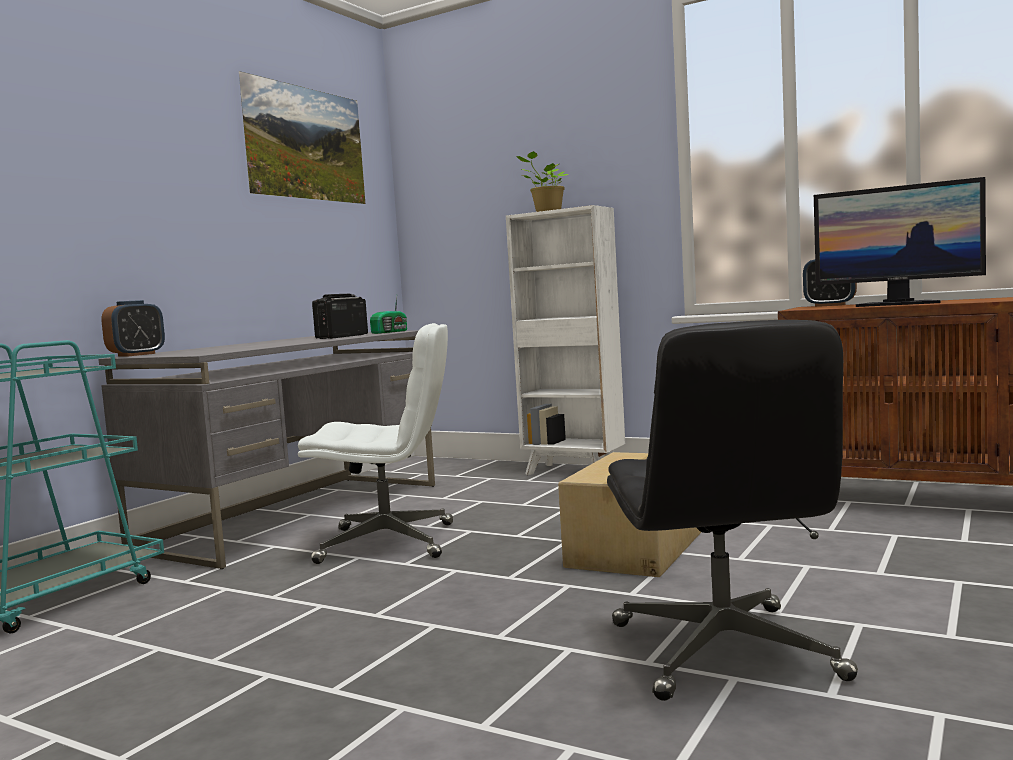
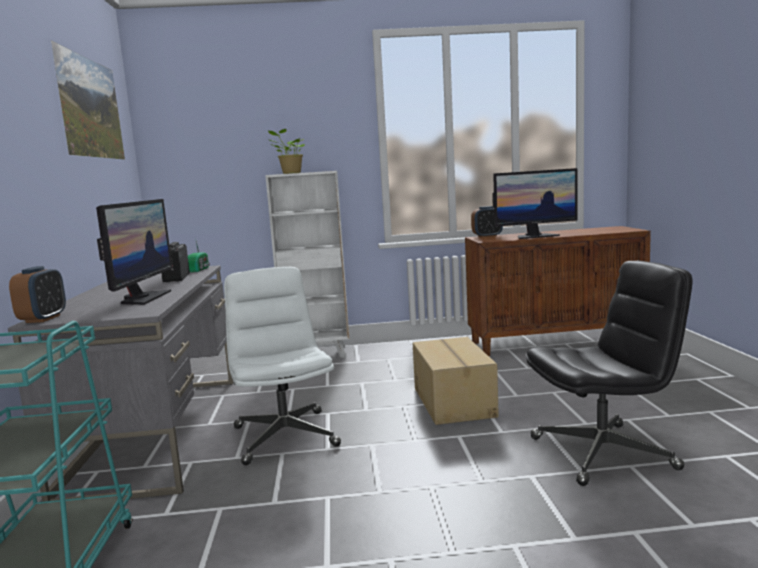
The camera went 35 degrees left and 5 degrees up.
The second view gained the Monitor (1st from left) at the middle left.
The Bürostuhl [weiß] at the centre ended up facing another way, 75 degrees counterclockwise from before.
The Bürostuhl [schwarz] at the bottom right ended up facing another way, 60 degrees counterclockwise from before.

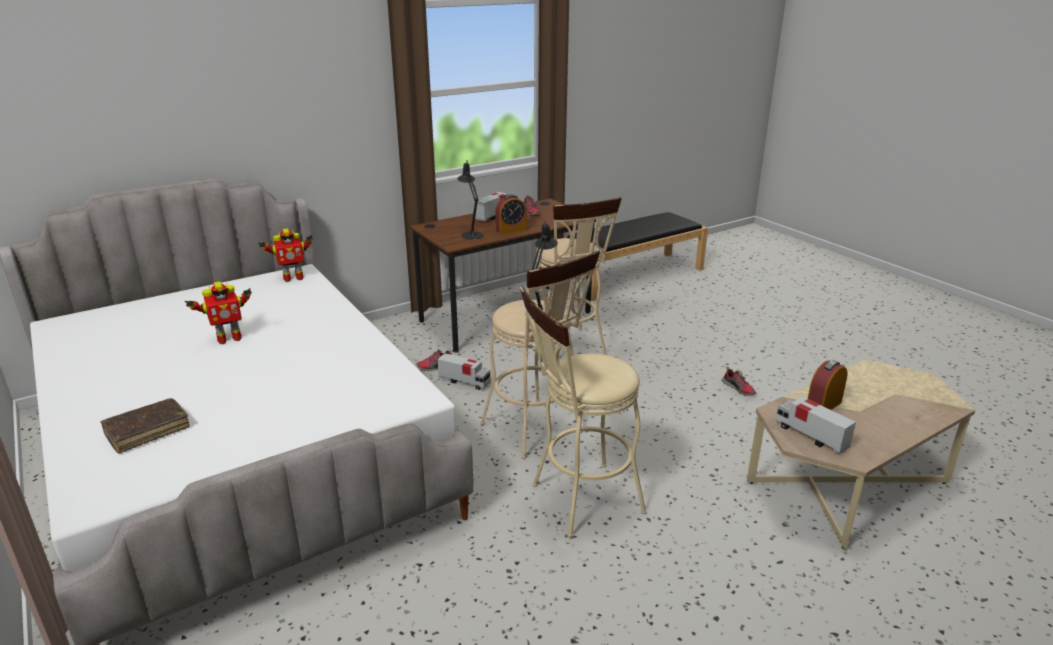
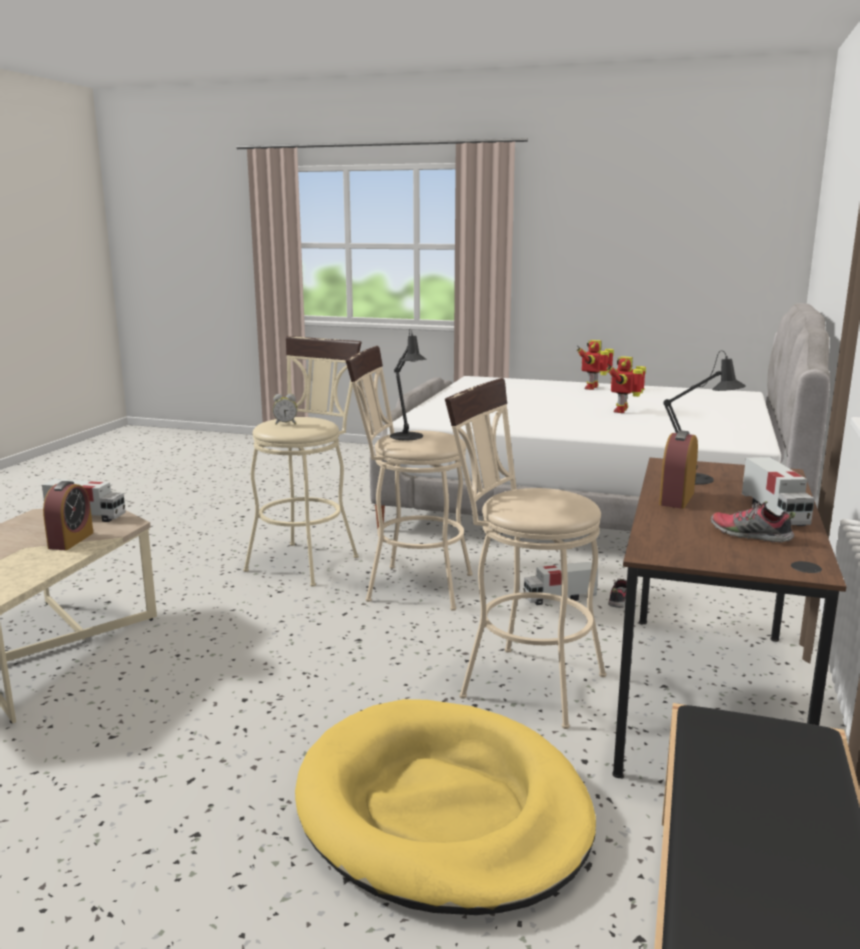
The camera went 140 degrees right and 10 degrees down.
The second view lost the Buch [braun] at the middle left.
The second view lost the Schuh (3rd from left) at the middle right.
The second view gained the Wecker (2nd from left) at the middle left.
The second view gained the Hundebett [gelb] at the bottom centre.
The Spielzeugroboter (2nd from left in the first image) ended up elsewhere, having gone from the middle left to the middle right.

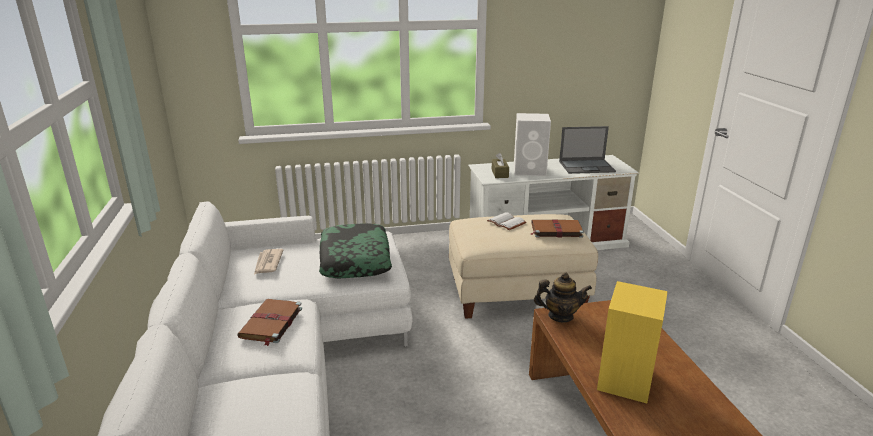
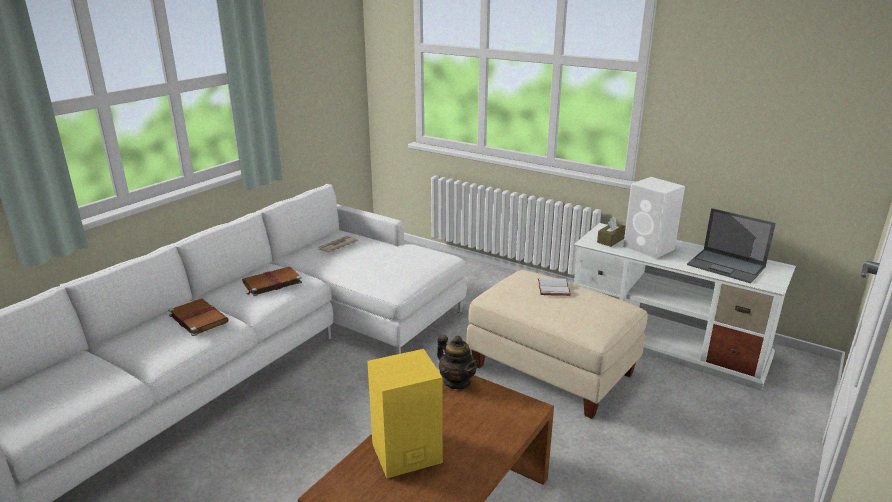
The camera went 45 degrees right and 0 degrees up.
The second view lost the Kissen at the centre.
The Buch [braun] (2nd from left in the first image) ended up elsewhere, having gone from the centre to the middle left.

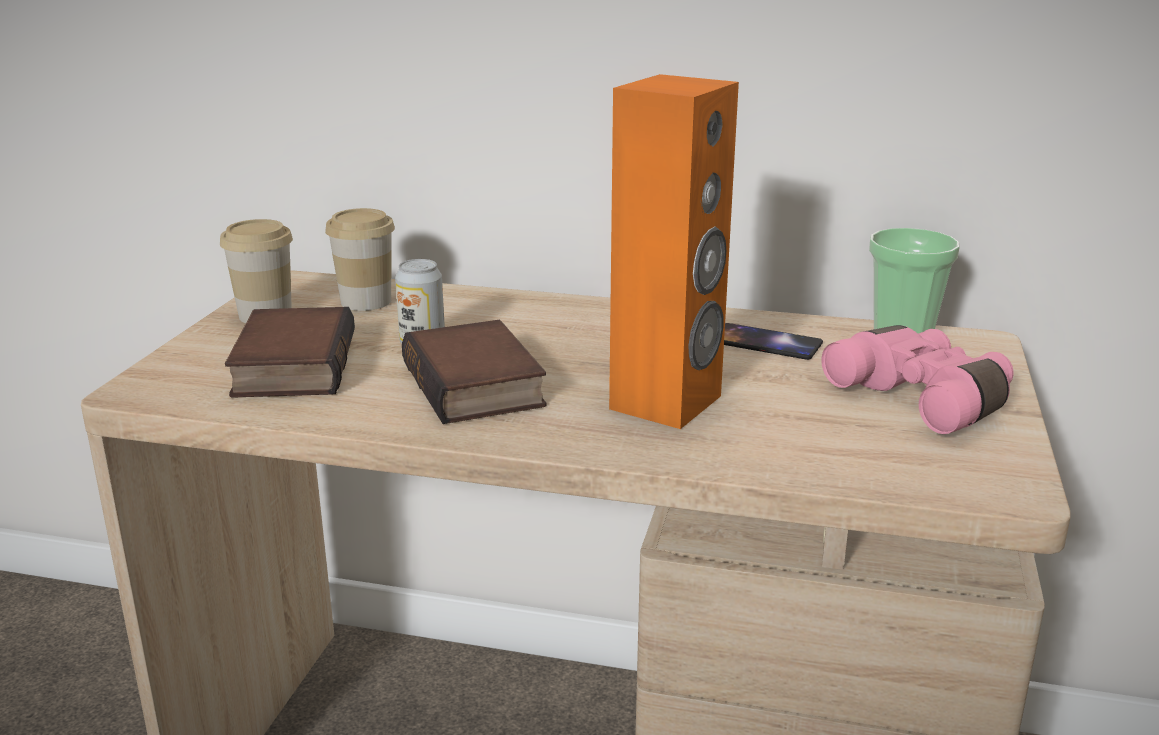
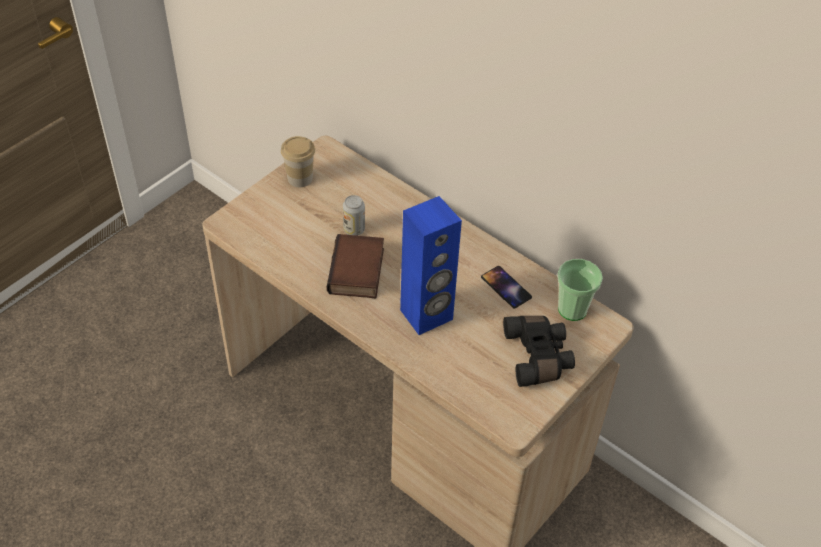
The camera went 25 degrees right and 25 degrees up.
The second view lost the Buch (1st from left) at the middle left.
The second view lost the Tasse (2nd from left) at the middle left.
What was the Lautsprecher [orange] at the centre turned into the Lautsprecher [blau] at the centre.
What was the Fernglas [rosa] at the middle right turned into the Fernglas [schwarz] at the centre.

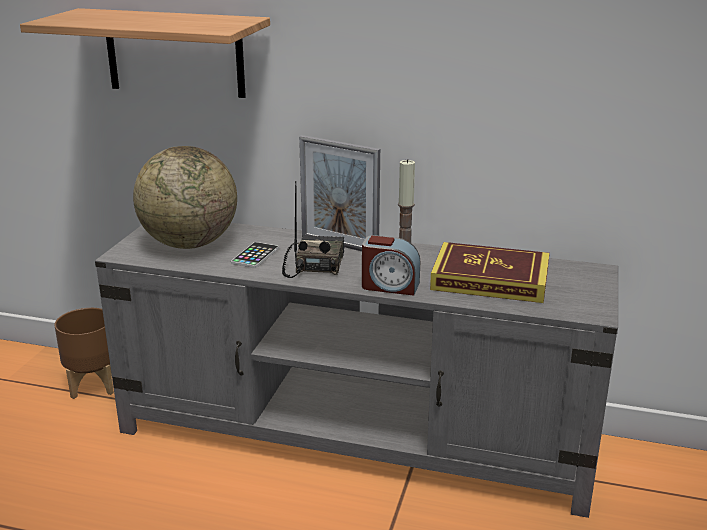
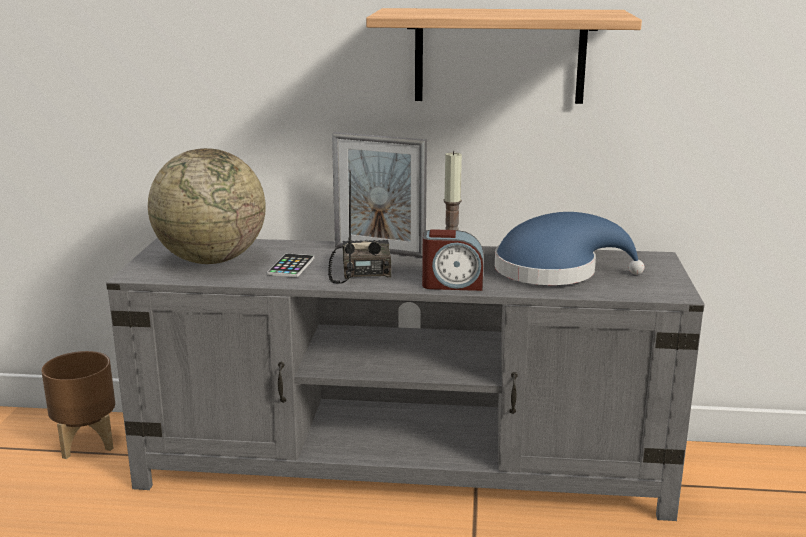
The camera went 10 degrees left and 5 degrees down.
The Wandregal ended up elsewhere, having gone from the top left to the top centre.
Where the Buch stood at the middle right, the Hut [blau] came to stand at the middle right.

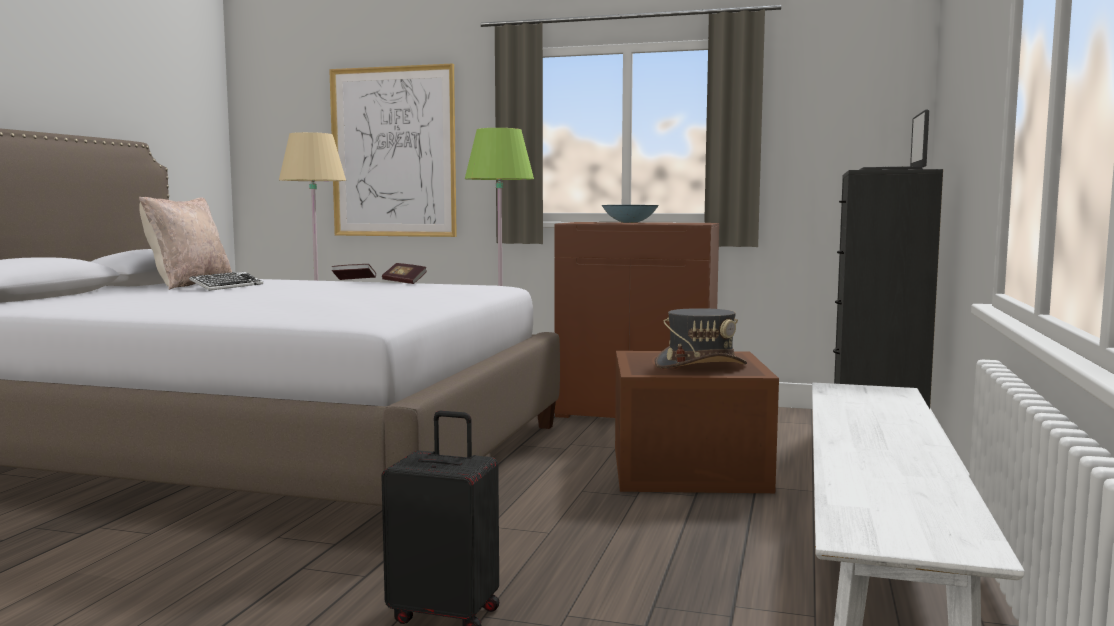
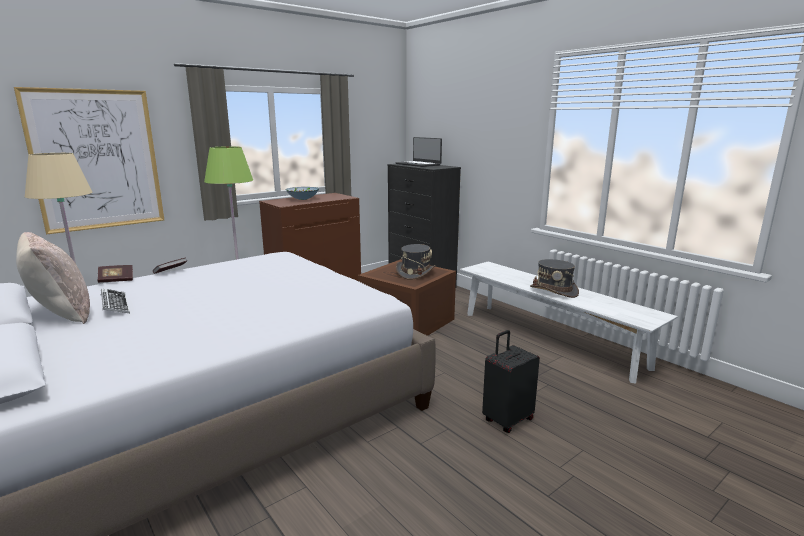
The camera went 55 degrees left and 10 degrees up.
The second view gained the Hut [grau] (2nd from left) at the middle right.
The Buch (2nd from left in the first image) ended up elsewhere, having gone from the centre to the middle left.

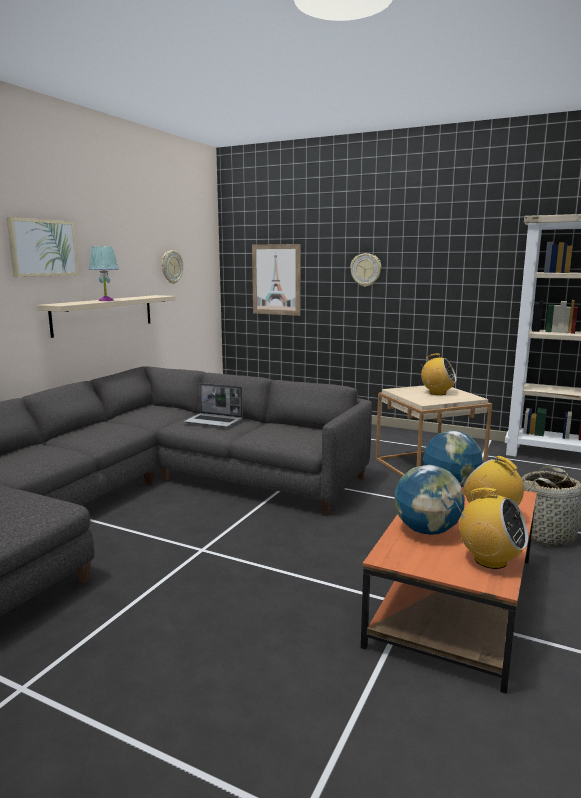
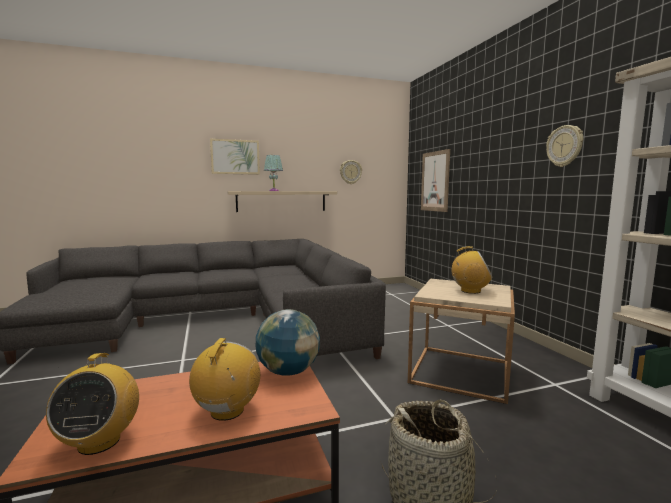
The camera went 45 degrees right and 5 degrees down.
The second view lost the Laptop at the centre.
The second view lost the Globus (1st from left) at the middle right.
The Wanduhr (2nd from left) ended up elsewhere, having gone from the centre to the top right.
The Radio (1st from left in the first image) at the middle right ended up facing another way, 60 degrees counterclockwise from before.

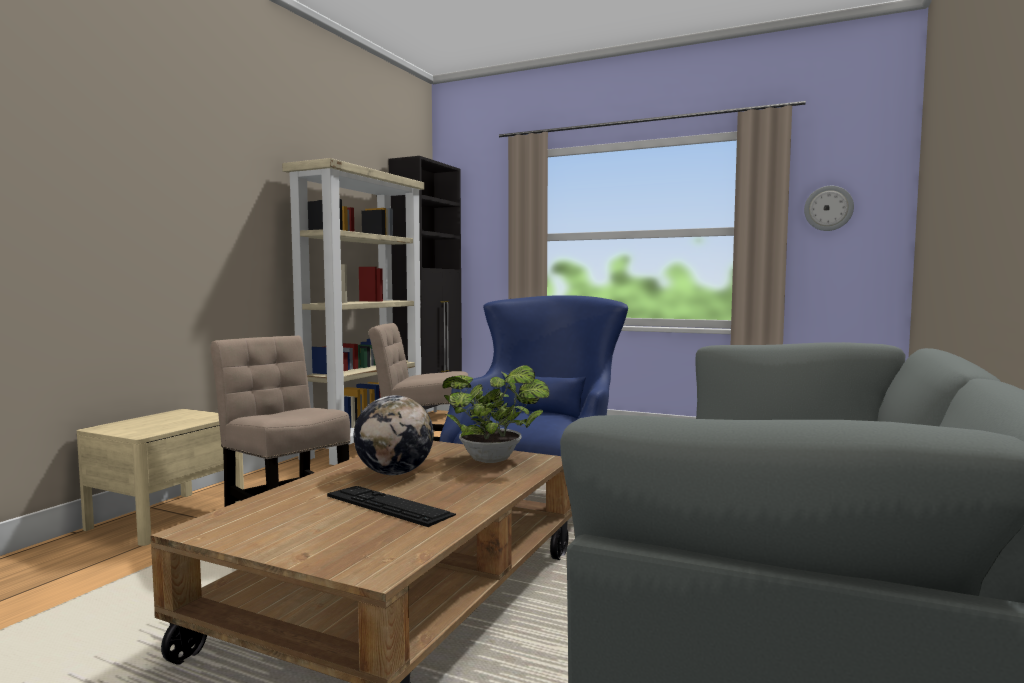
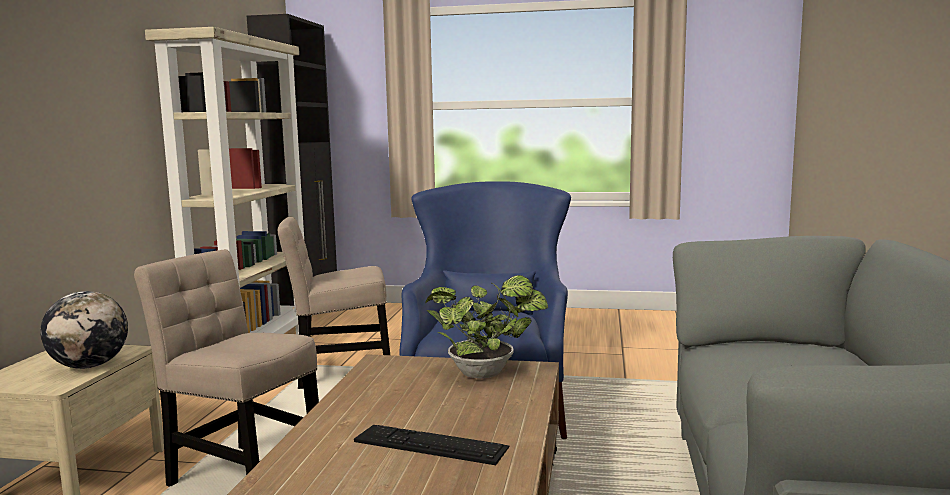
The camera went 15 degrees left and 5 degrees up.
The second view lost the Wanduhr at the top right.
The Globus ended up elsewhere, having gone from the centre to the bottom left.

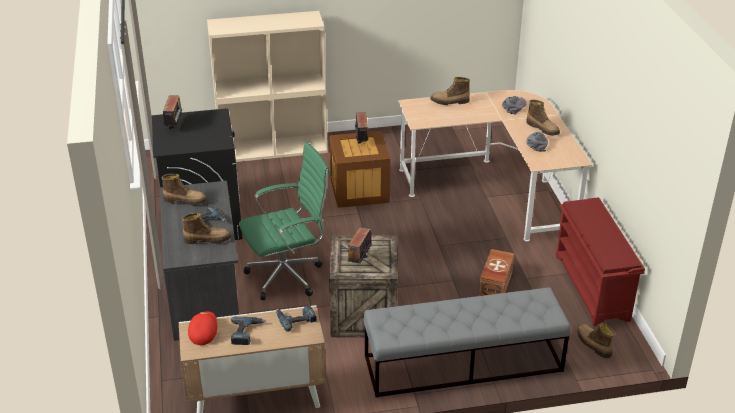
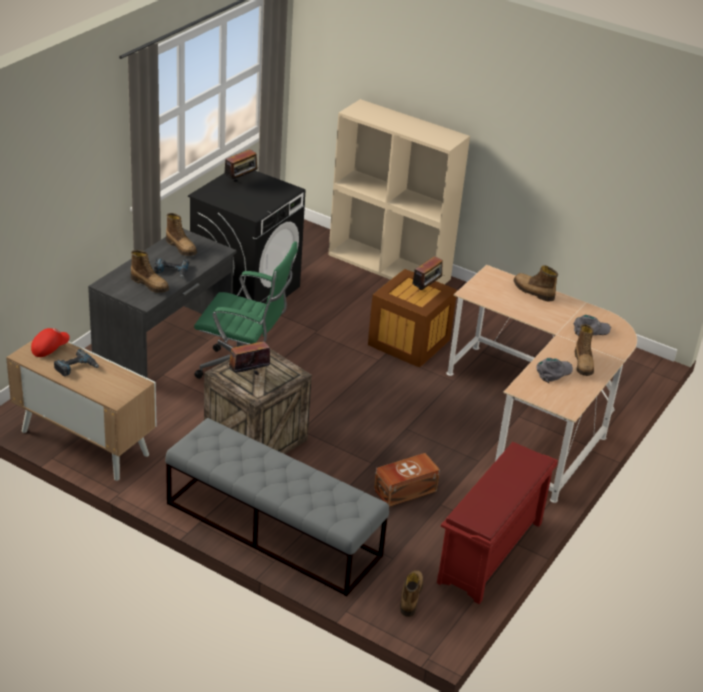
The camera went 40 degrees right and 0 degrees up.
The second view lost the Bohrmaschine (3rd from left) at the bottom centre.

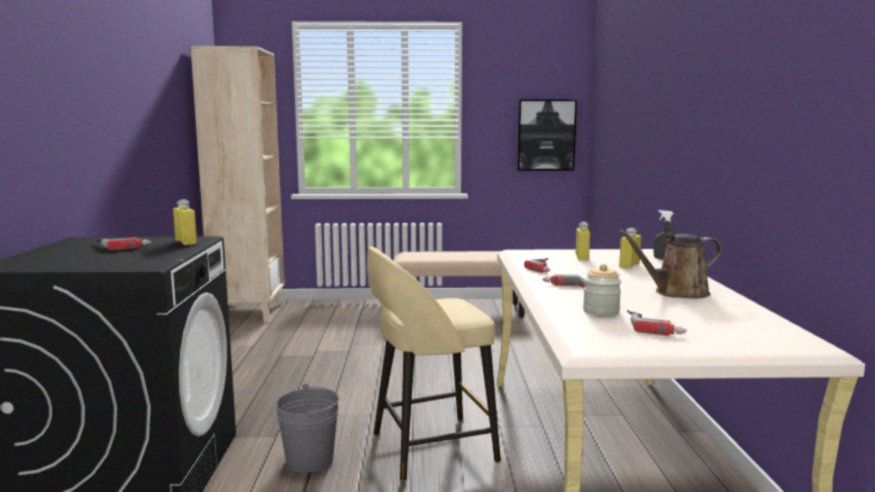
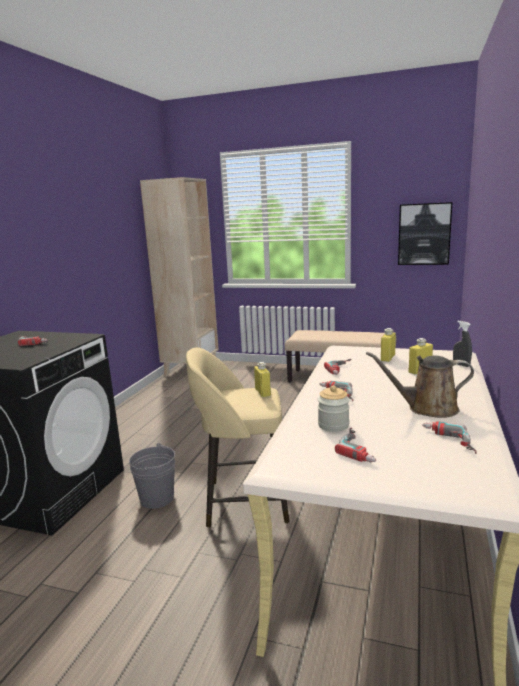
The camera went 20 degrees right and 5 degrees up.
The second view gained the Bohrmaschine (5th from left) at the middle right.
The Flasche [gelb] (1st from left) ended up elsewhere, having gone from the middle left to the centre.

